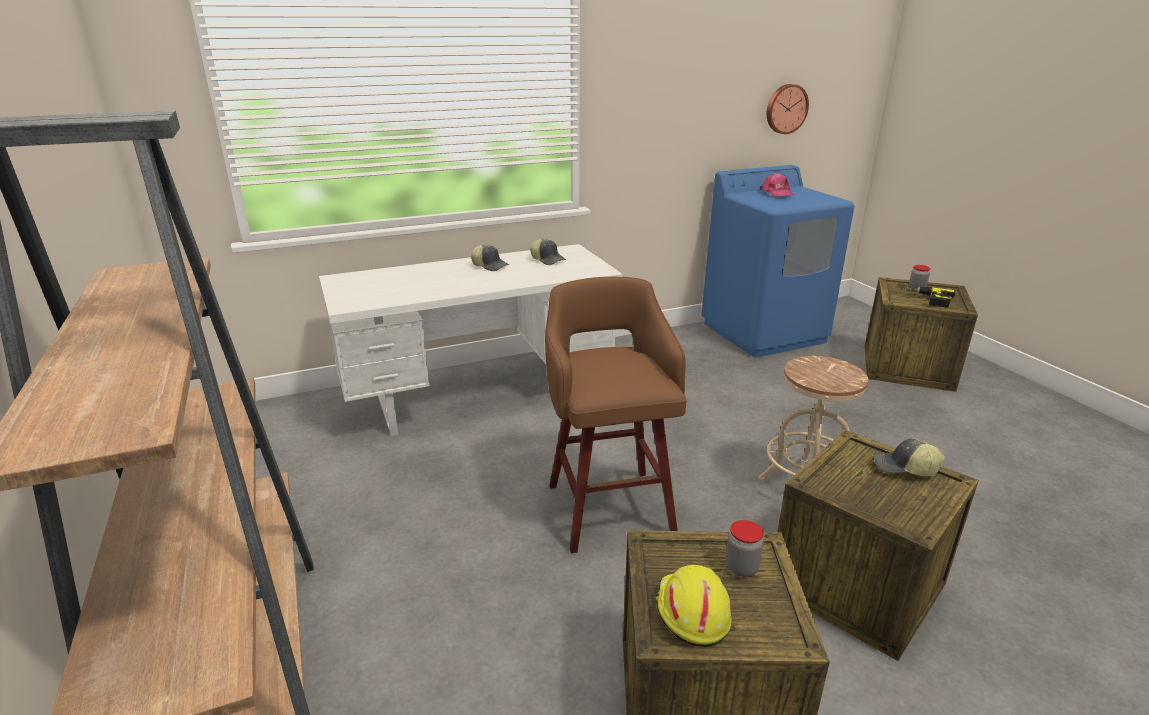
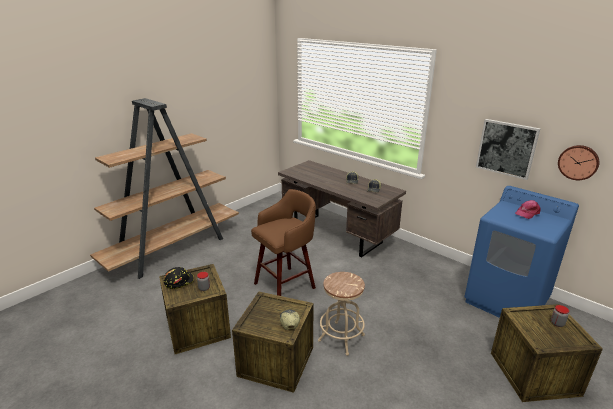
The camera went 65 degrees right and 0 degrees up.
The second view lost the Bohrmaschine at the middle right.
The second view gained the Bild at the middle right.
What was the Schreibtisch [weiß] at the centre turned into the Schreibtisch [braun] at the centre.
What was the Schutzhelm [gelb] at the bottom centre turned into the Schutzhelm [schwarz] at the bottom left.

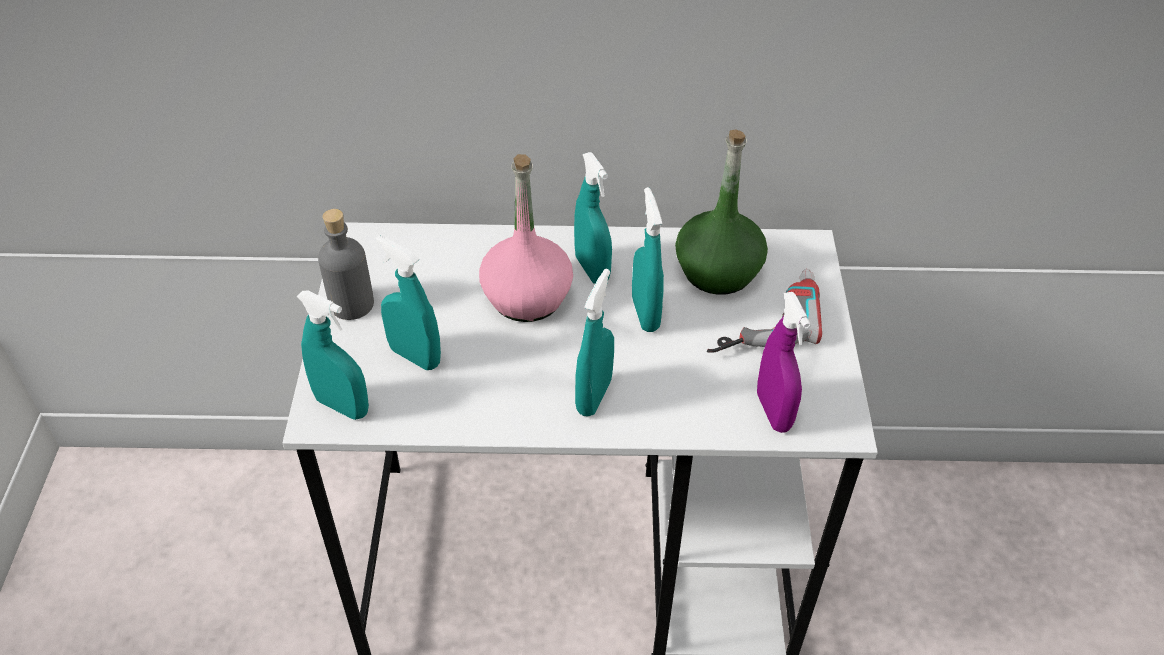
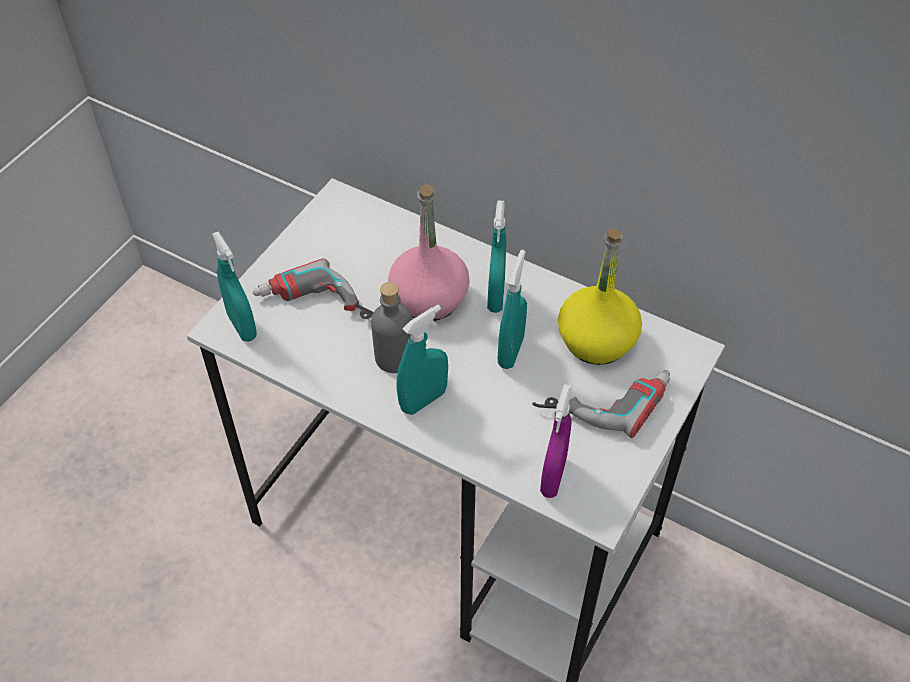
The camera went 30 degrees right and 5 degrees up.
The Flasche [grau] ended up elsewhere, having gone from the middle left to the centre.
Where the Sprühflasche [türkis] (2nd from left) stood at the centre, the Bohrmaschine (1st from left) came to stand at the centre.
What was the Flasche [grün] at the top centre turned into the Flasche [gelb] at the centre.

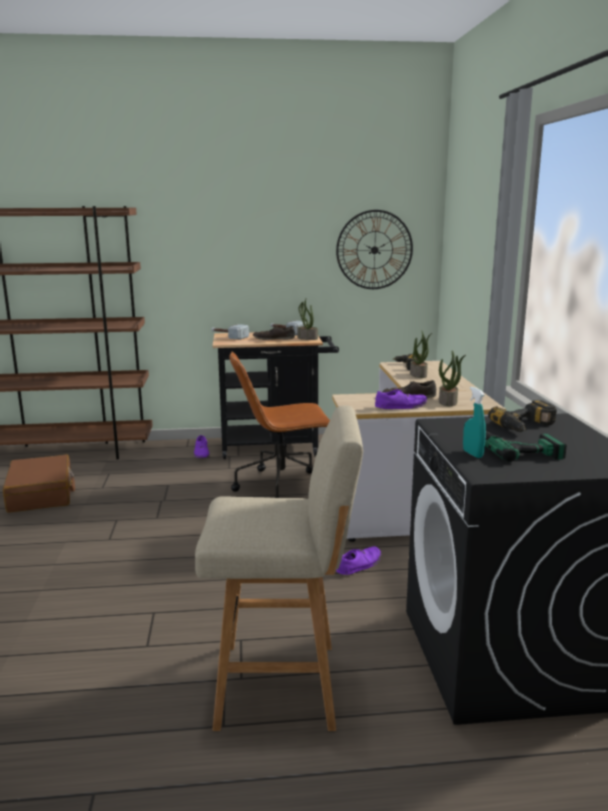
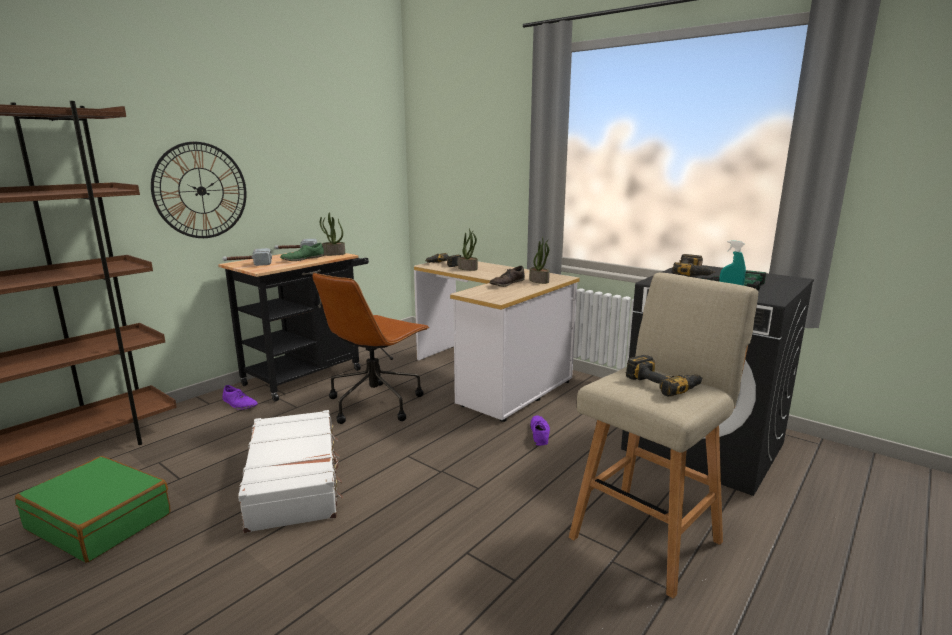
The camera went 45 degrees left and 0 degrees up.
The second view lost the Schuh [lila] (3rd from left) at the centre.
The second view gained the Koffer [weiß] at the bottom left.
The second view gained the Bohrmaschine (2nd from left) at the middle right.
The Wanduhr ended up elsewhere, having gone from the top centre to the top left.
What was the Koffer [braun] at the middle left turned into the Koffer [grün] at the bottom left.
What was the Schuh [braun] (1st from left) at the centre turned into the Schuh [grün] at the middle left.

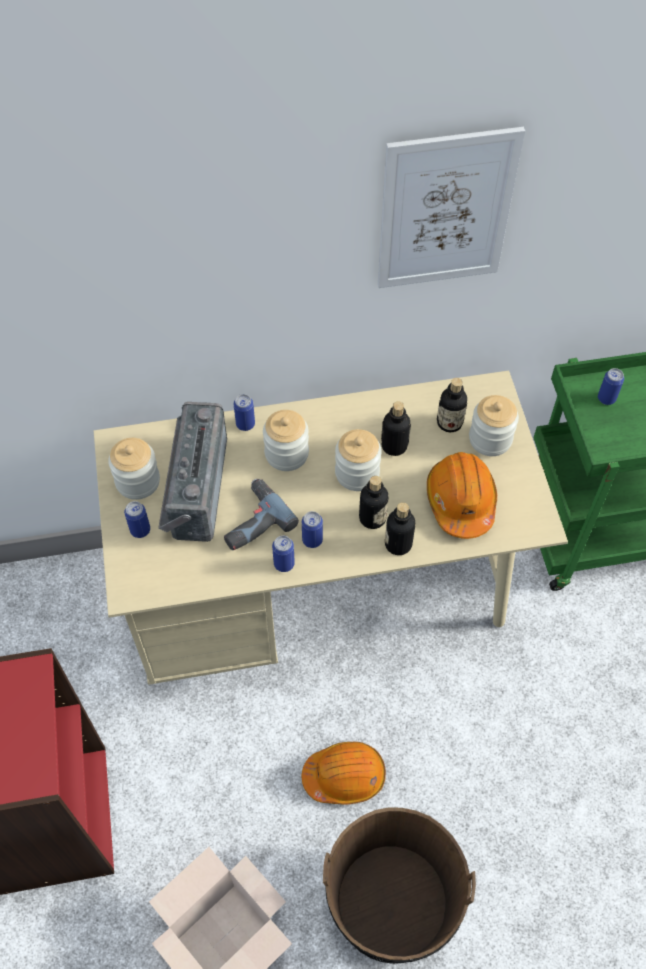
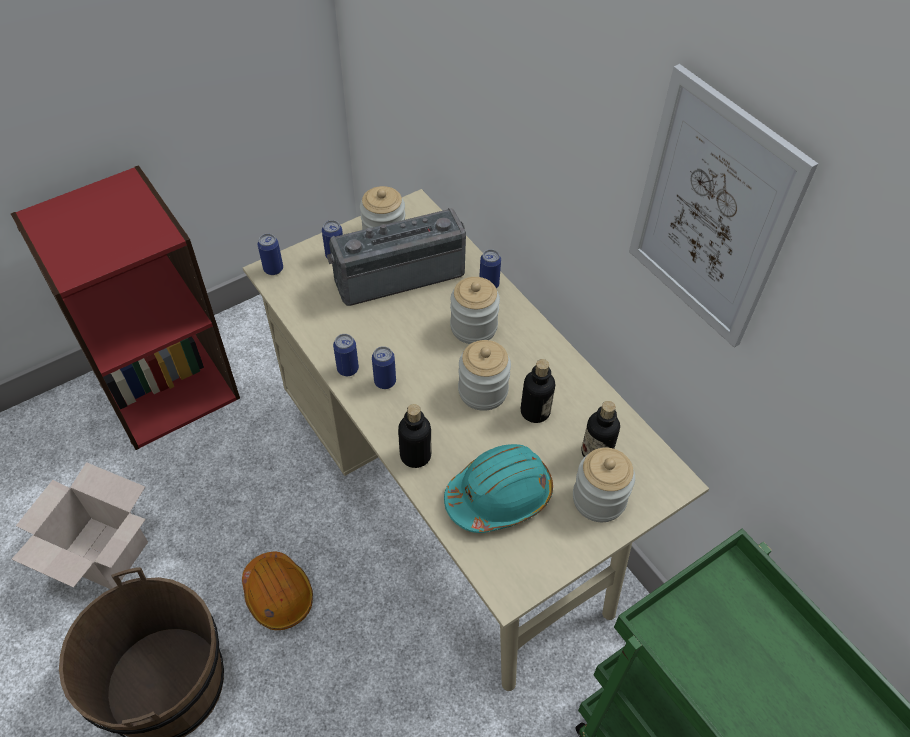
The camera went 65 degrees right and 5 degrees down.
The second view lost the Bohrmaschine at the centre.
The second view lost the Flasche (1st from left) at the centre.
The Dose (5th from left in the first image) ended up elsewhere, having gone from the middle right to the middle left.
What was the Schutzhelm [orange] (2nd from left) at the middle right turned into the Schutzhelm [türkis] at the centre.

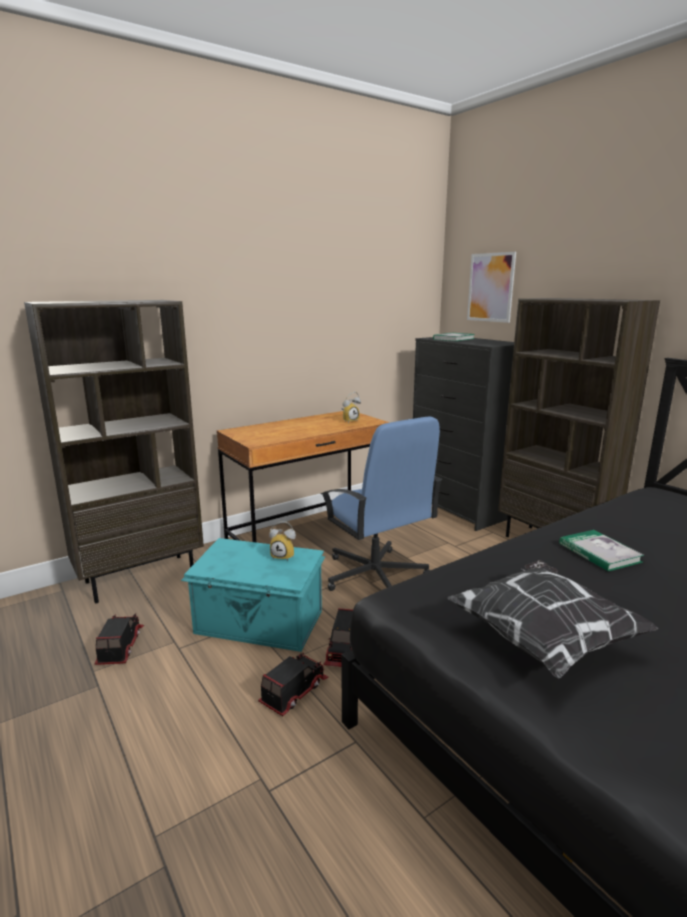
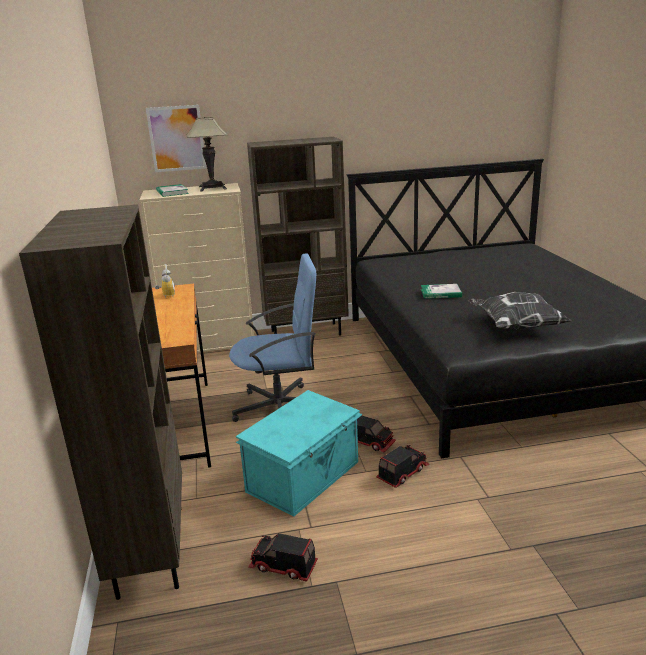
The camera went 65 degrees left and 5 degrees up.
The second view lost the Wecker (1st from left) at the centre.
The second view gained the Tischlampe at the top left.
What was the Kommode [schwarz] at the middle right turned into the Kommode [beige] at the middle left.
The Spielzeuglaster (2nd from left in the first image) at the bottom centre ended up facing another way, 75 degrees clockwise from before.

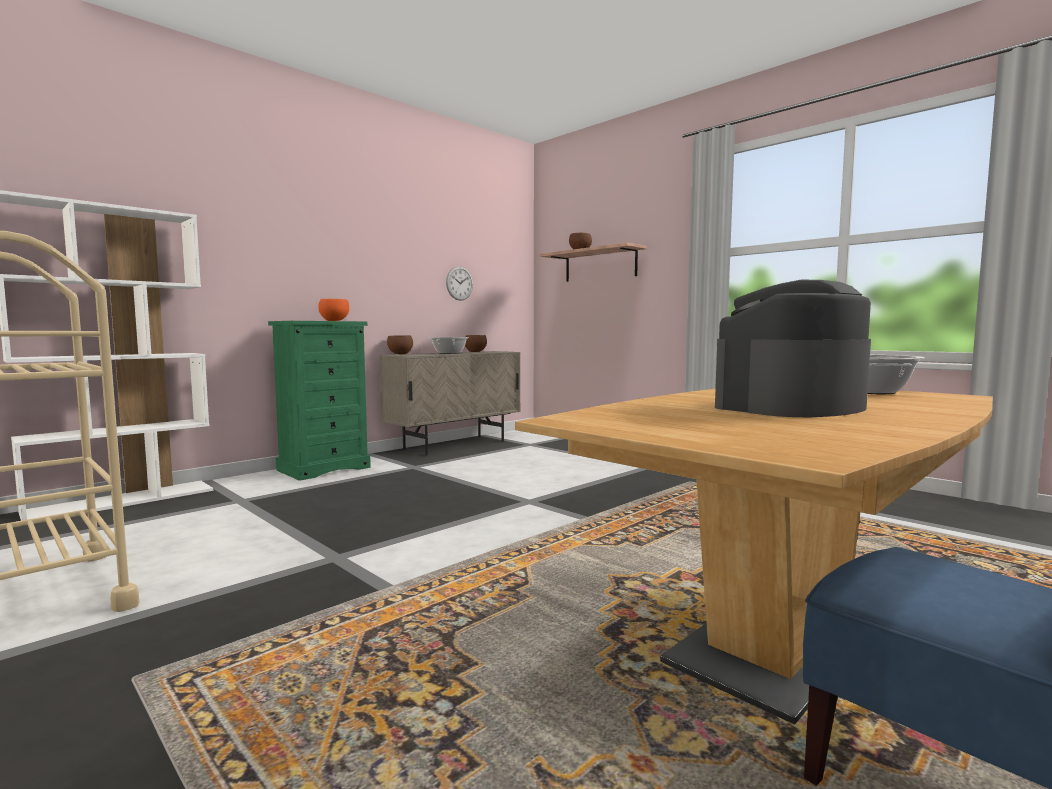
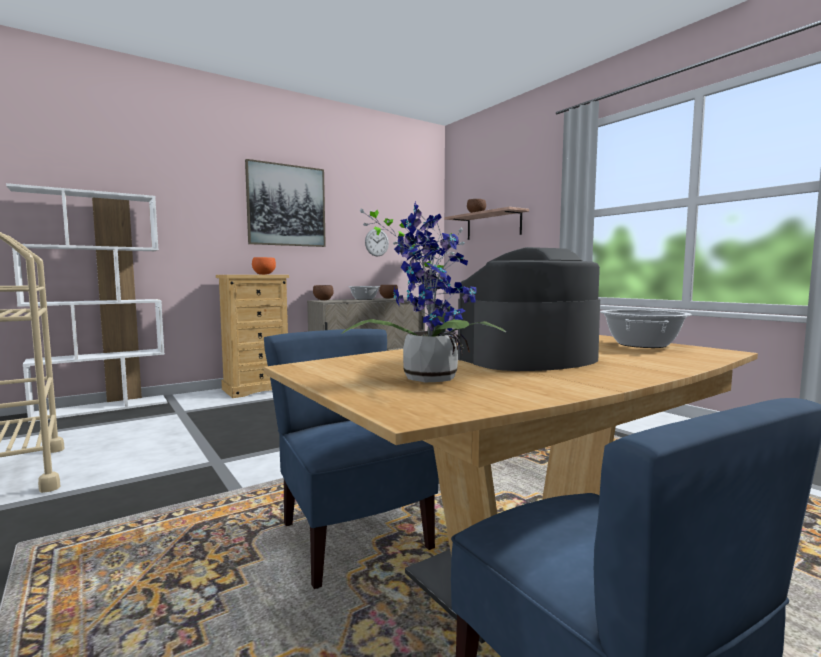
The camera went 10 degrees right and 0 degrees up.
The second view gained the Bild at the top centre.
The second view gained the Stuhl [blau] (1st from left) at the bottom centre.
The second view gained the Topfpflanze at the centre.
What was the Kommode [grün] at the middle left turned into the Kommode [beige] at the middle left.

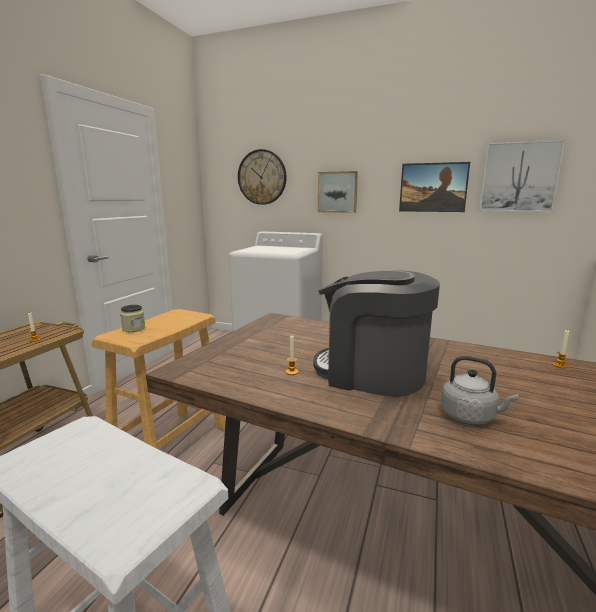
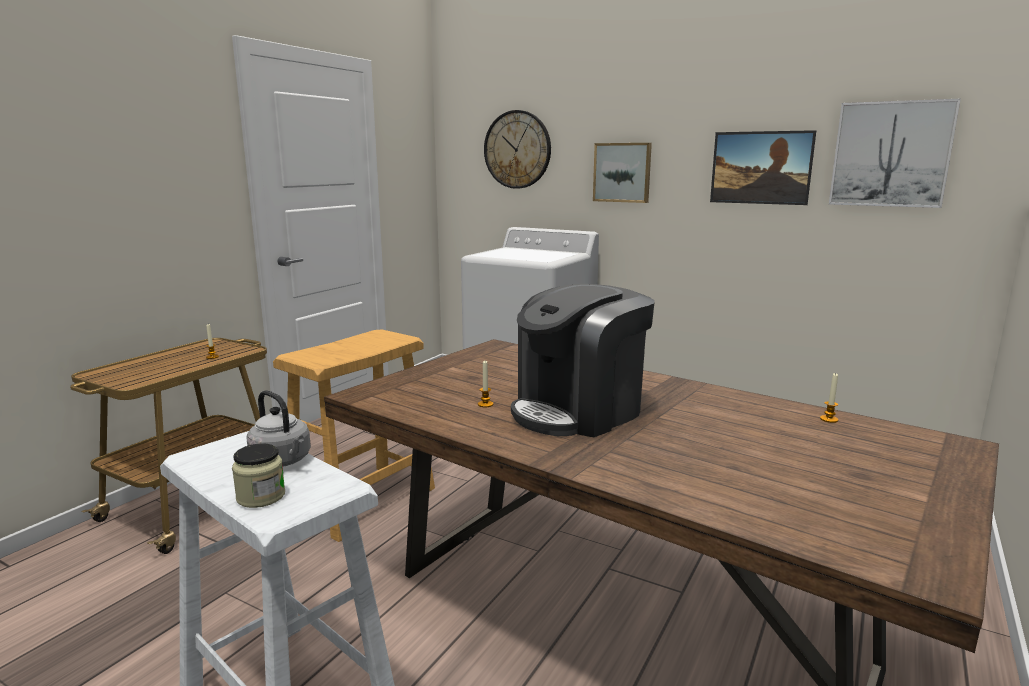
The camera went 10 degrees right and 0 degrees up.
The Vorratsglas ended up elsewhere, having gone from the middle left to the bottom left.
The Wasserkessel [grau] ended up elsewhere, having gone from the middle right to the middle left.
The Kaffeemaschine at the centre ended up facing another way, 75 degrees counterclockwise from before.

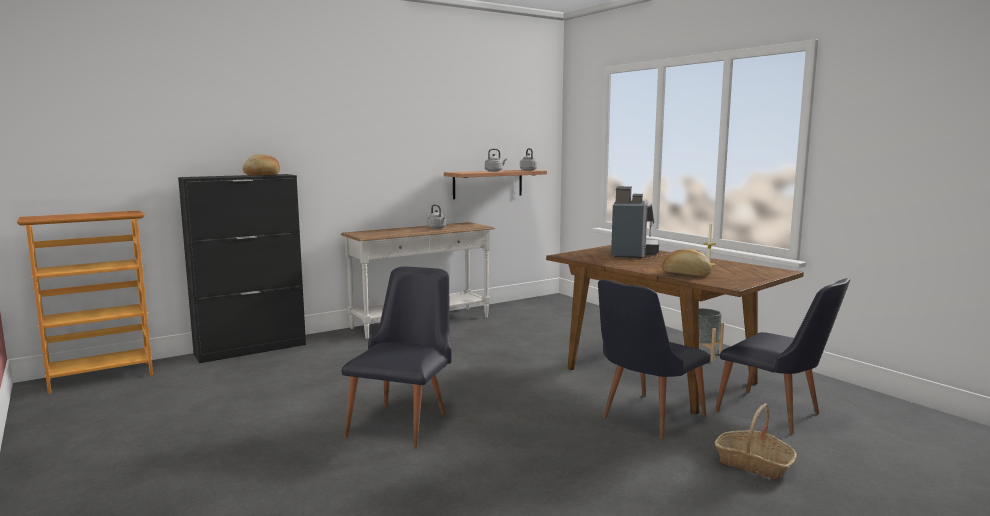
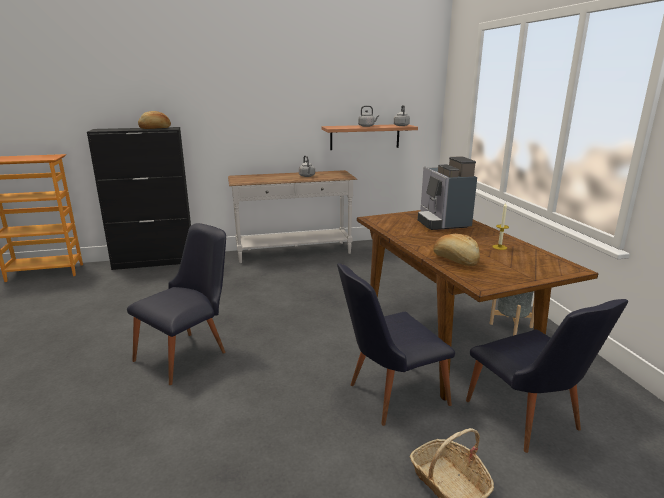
The camera went 20 degrees right and 10 degrees up.
The Kaffeemaschine at the centre ended up facing another way, 135 degrees clockwise from before.

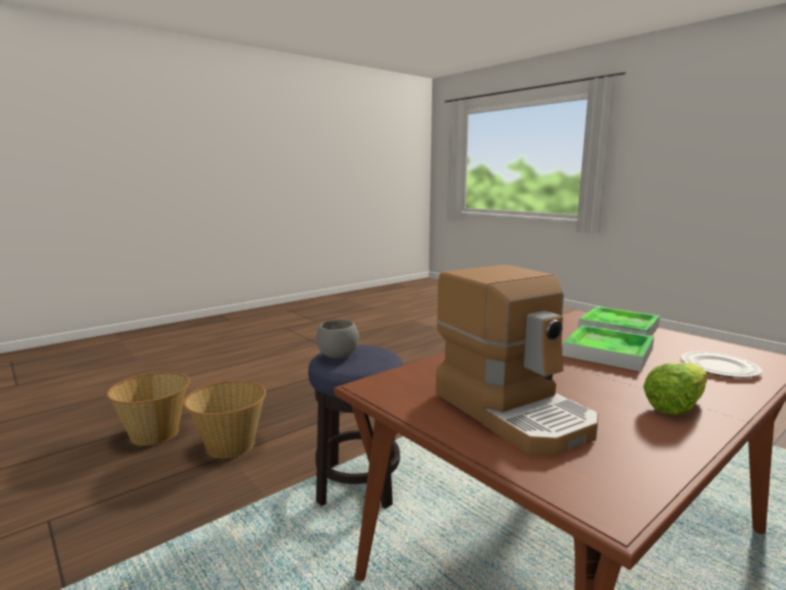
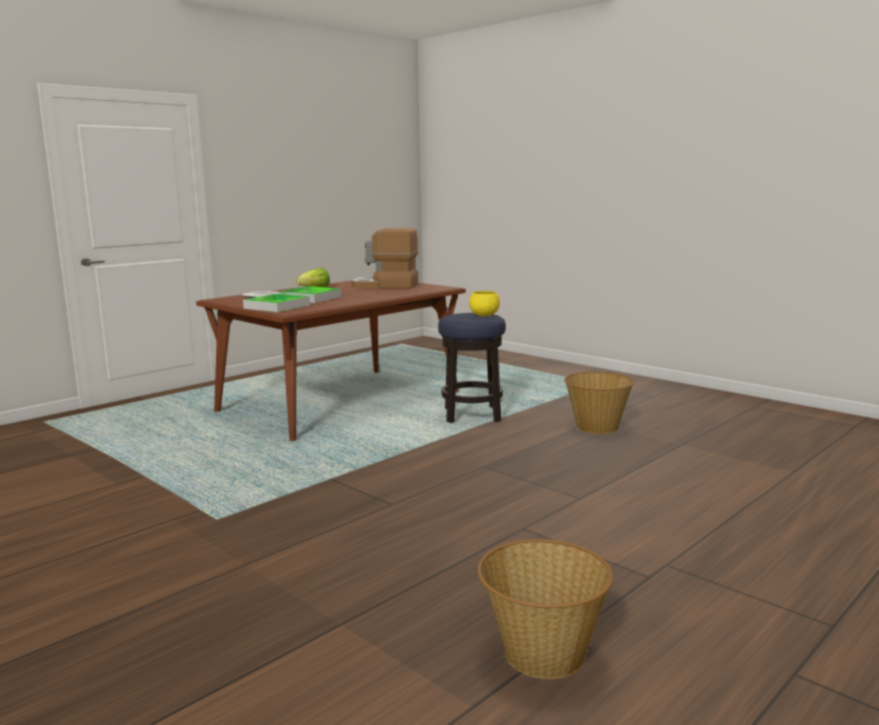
The camera went 175 degrees right and 0 degrees up.
The Korb (1st from left) ended up elsewhere, having gone from the bottom left to the bottom centre.
What was the Schüssel [grau] at the centre turned into the Schüssel [gelb] at the centre.
The Kaffeemaschine at the centre ended up facing another way, 45 degrees counterclockwise from before.

